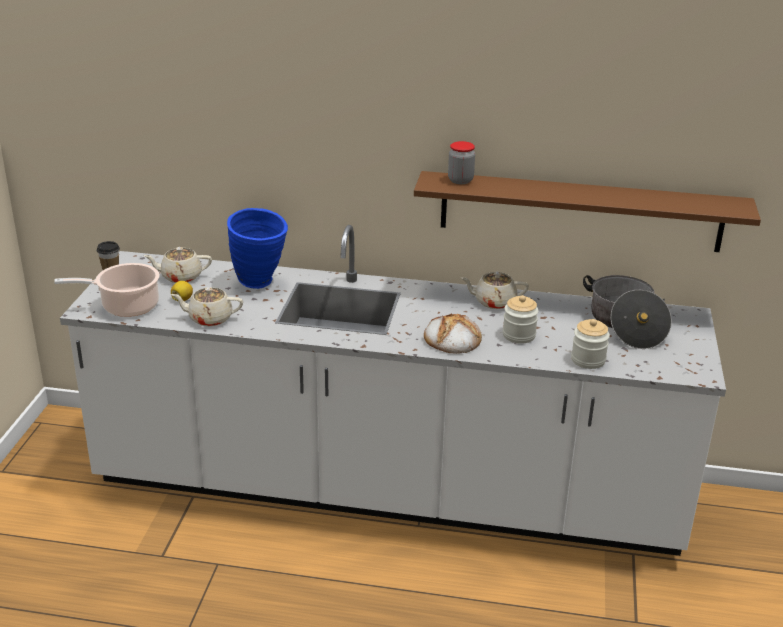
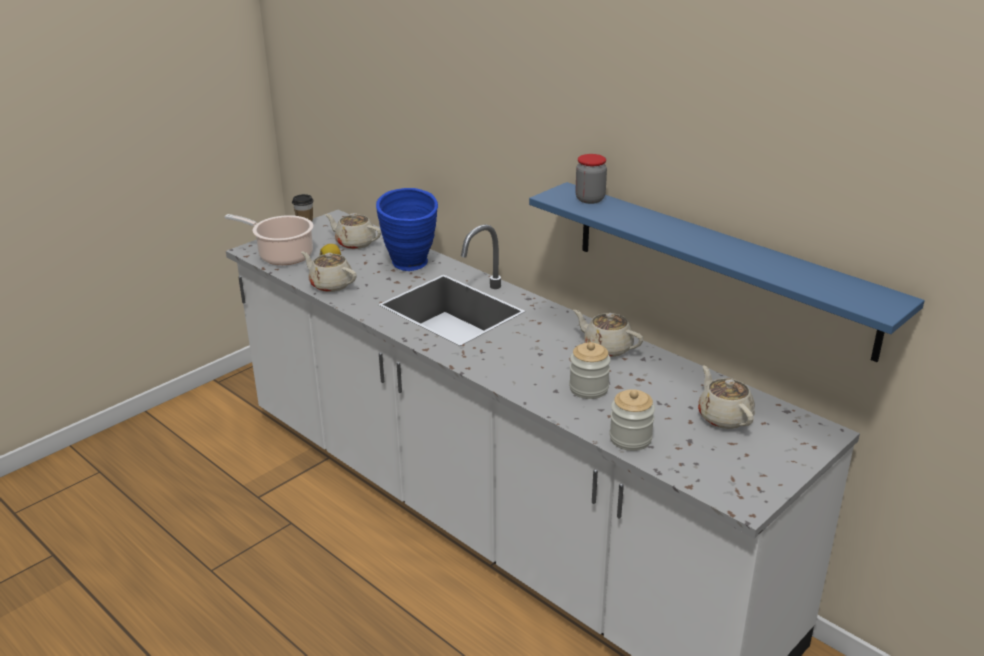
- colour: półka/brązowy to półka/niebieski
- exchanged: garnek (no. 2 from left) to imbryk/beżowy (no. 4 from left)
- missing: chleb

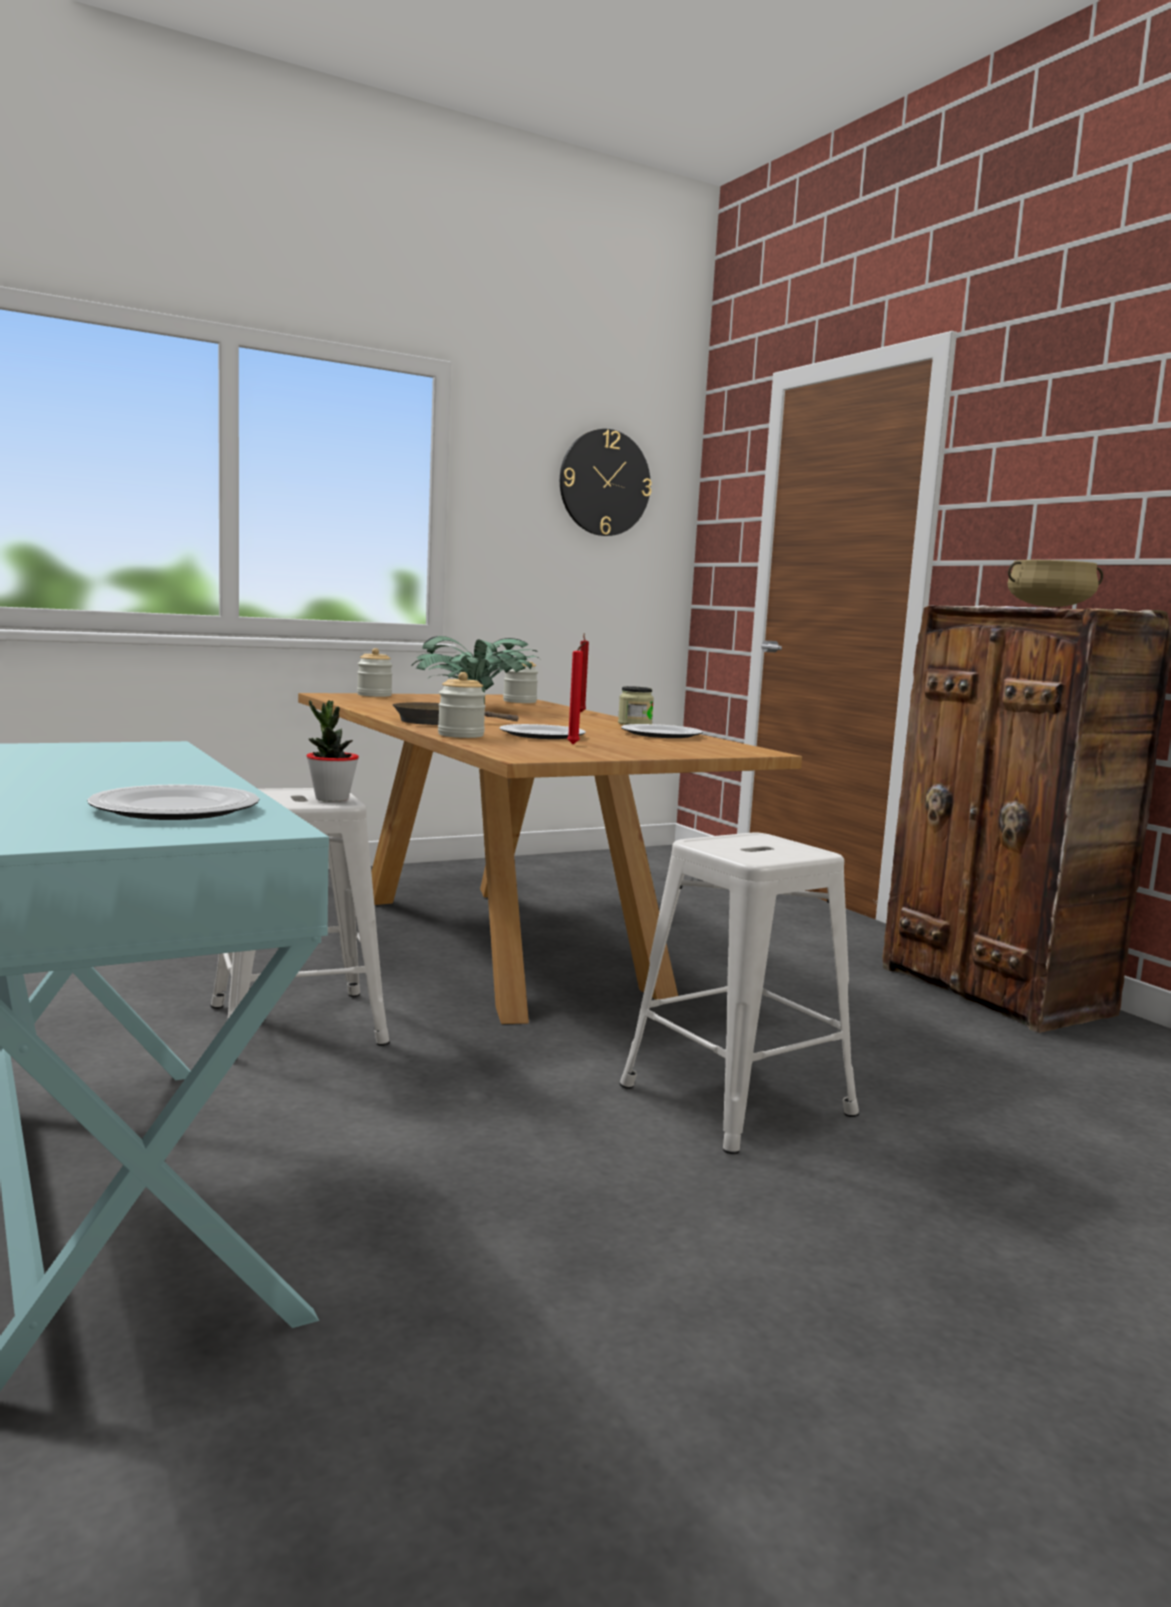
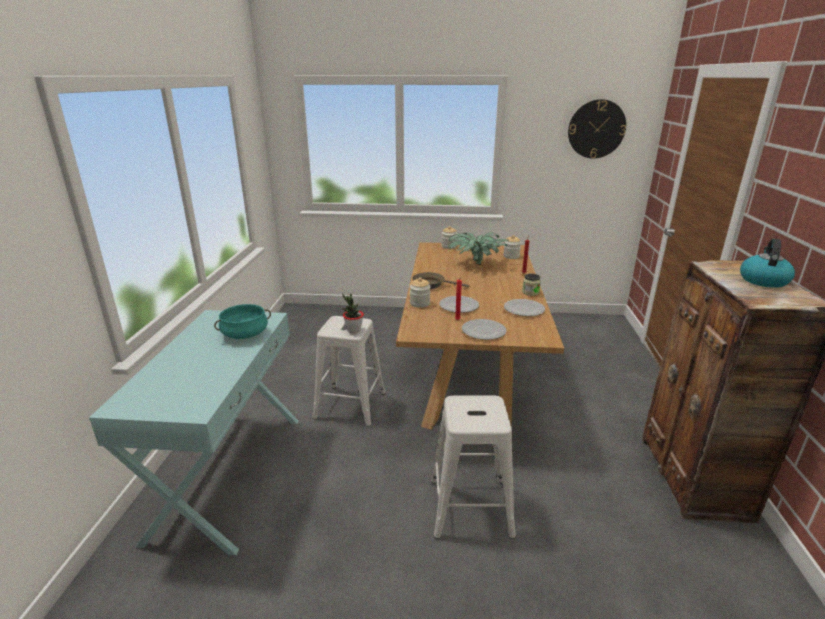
- appeared: garnek/turkusowy
- relocated: talerz (no. 1 from left in the first image) to talerz (no. 2 from left)
- exchanged: garnek/beżowy to czajnik

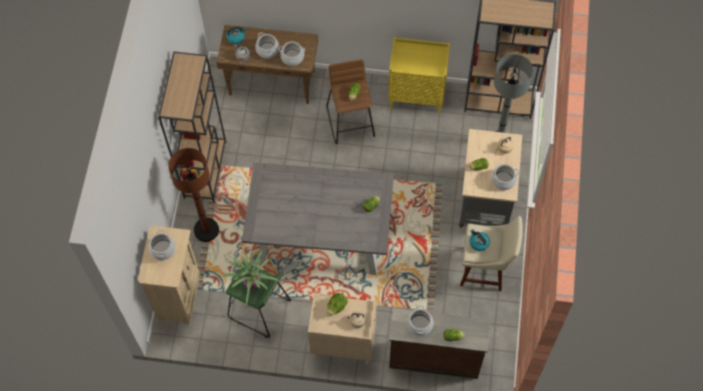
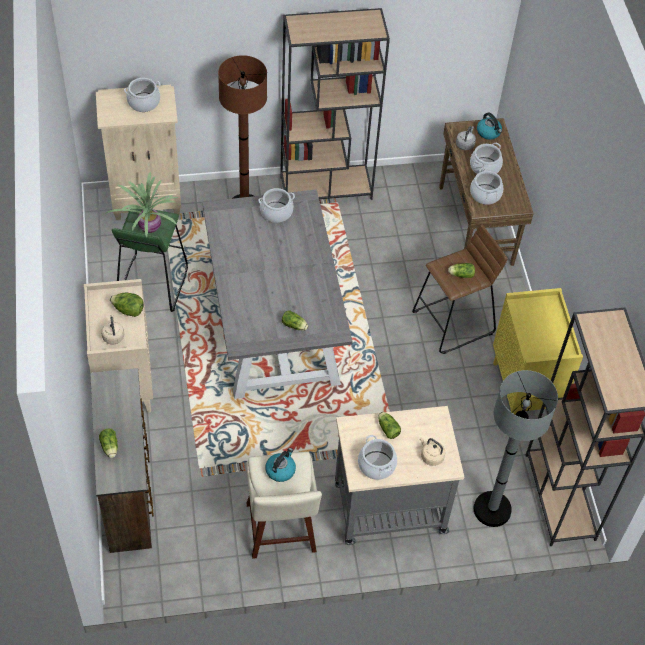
- relocated: garnek (no. 4 from left in the first image) to garnek (no. 2 from left)

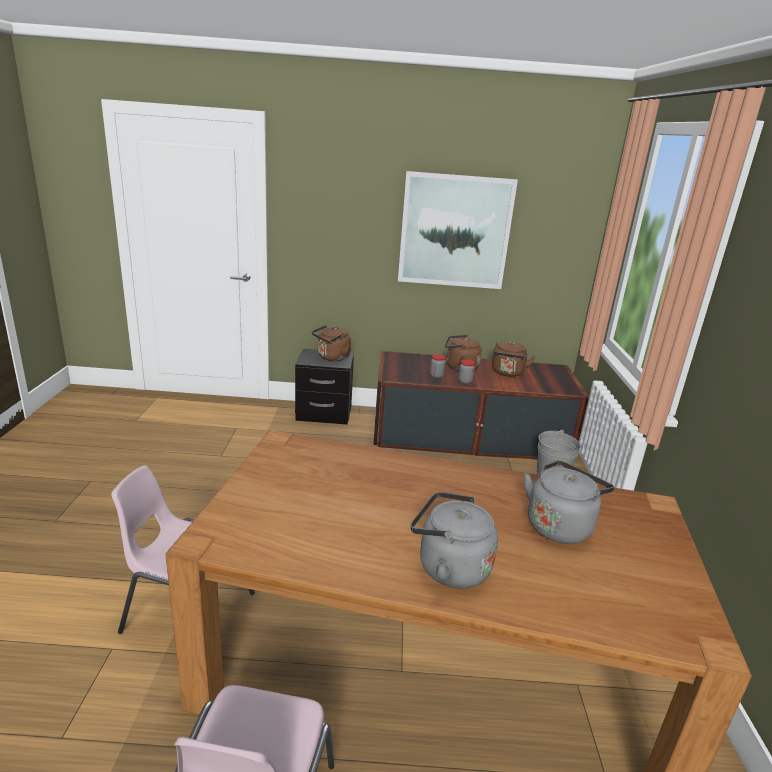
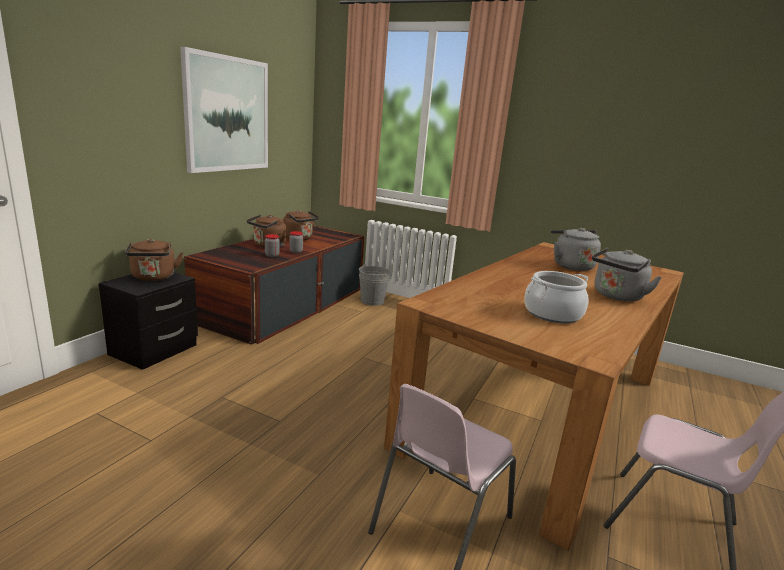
- appeared: garnek

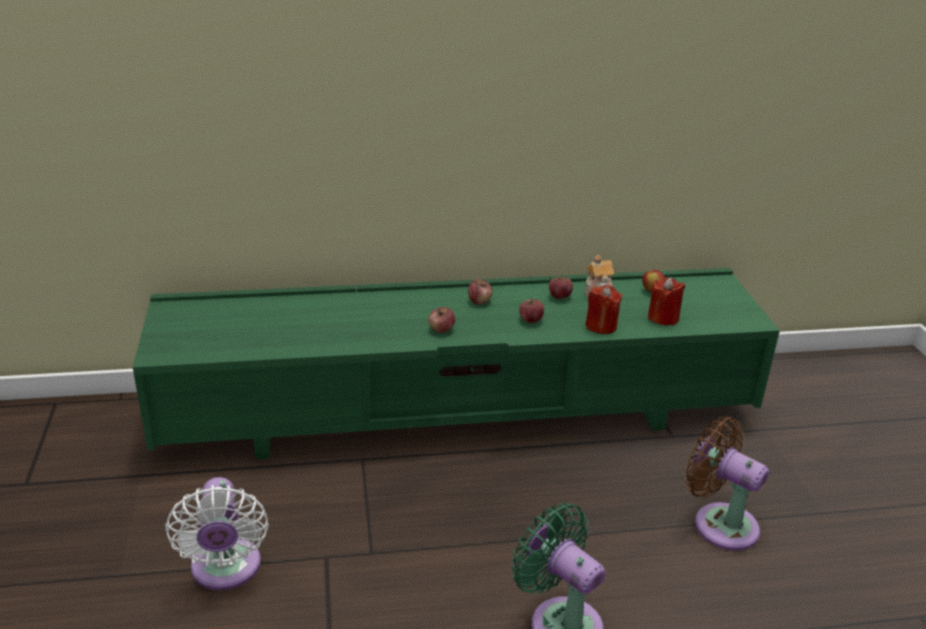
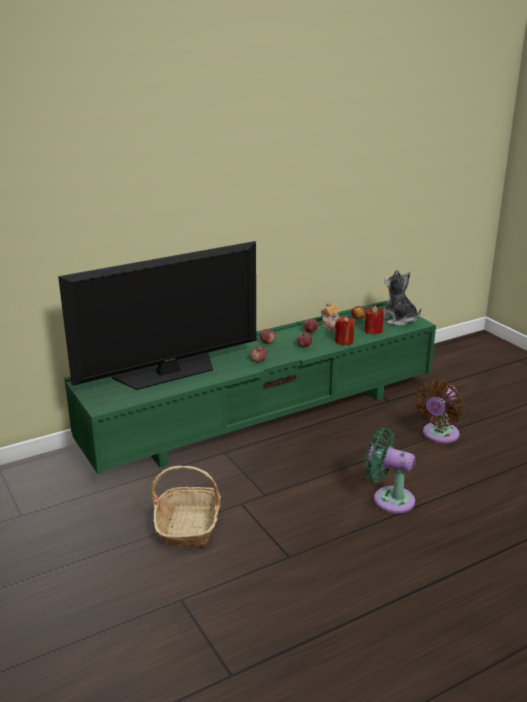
- appeared: telewizor
- exchanged: wentylator/biały to koszyk
- appeared: pluszak
- spun: wentylator/brązowy 75 degrees counterclockwise

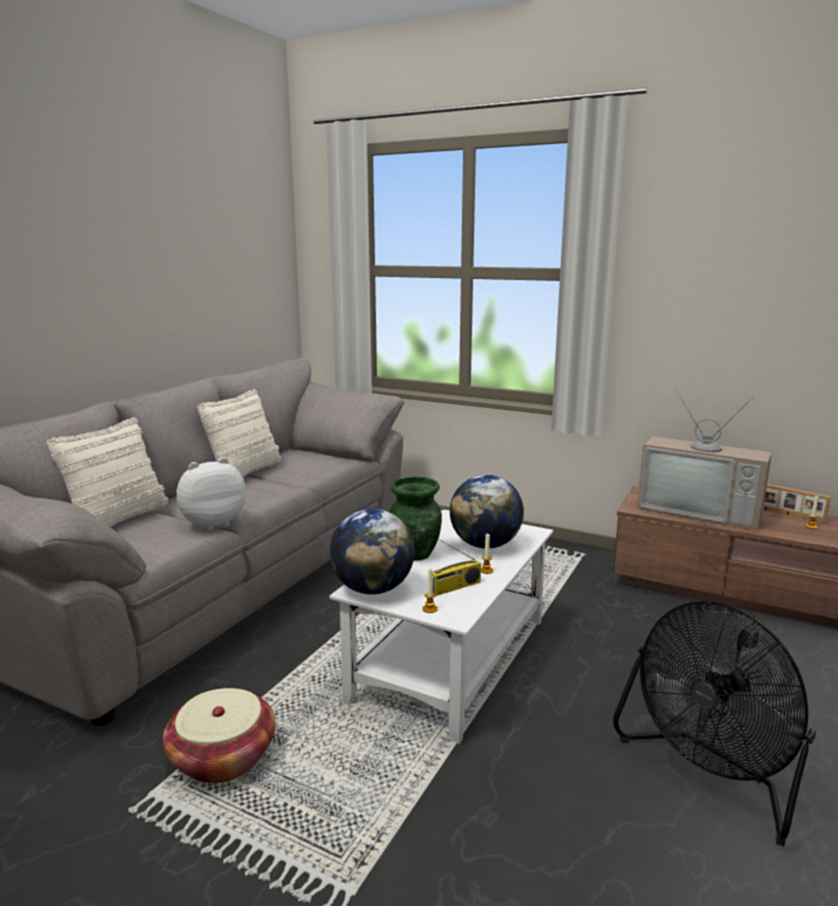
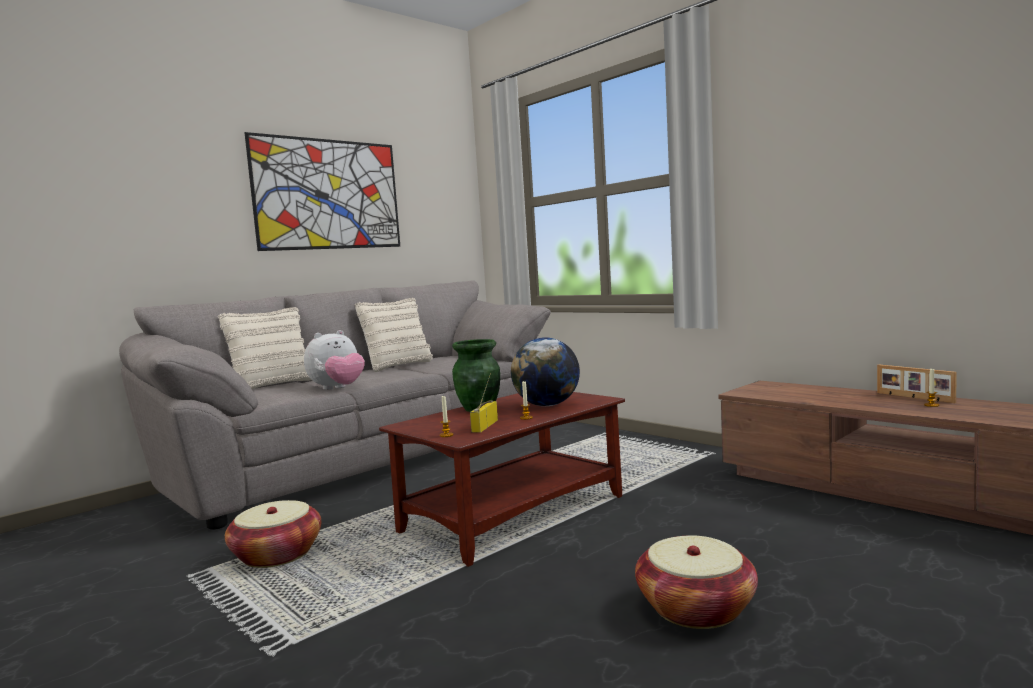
- appeared: obraz
- spun: pluszak 150 degrees clockwise
- colour: ława/biały to ława/brązowy
- spun: radio 120 degrees clockwise
- exchanged: wentylator/czarny to koszyk (no. 2 from left)
- missing: globus (no. 1 from left)
- missing: telewizor

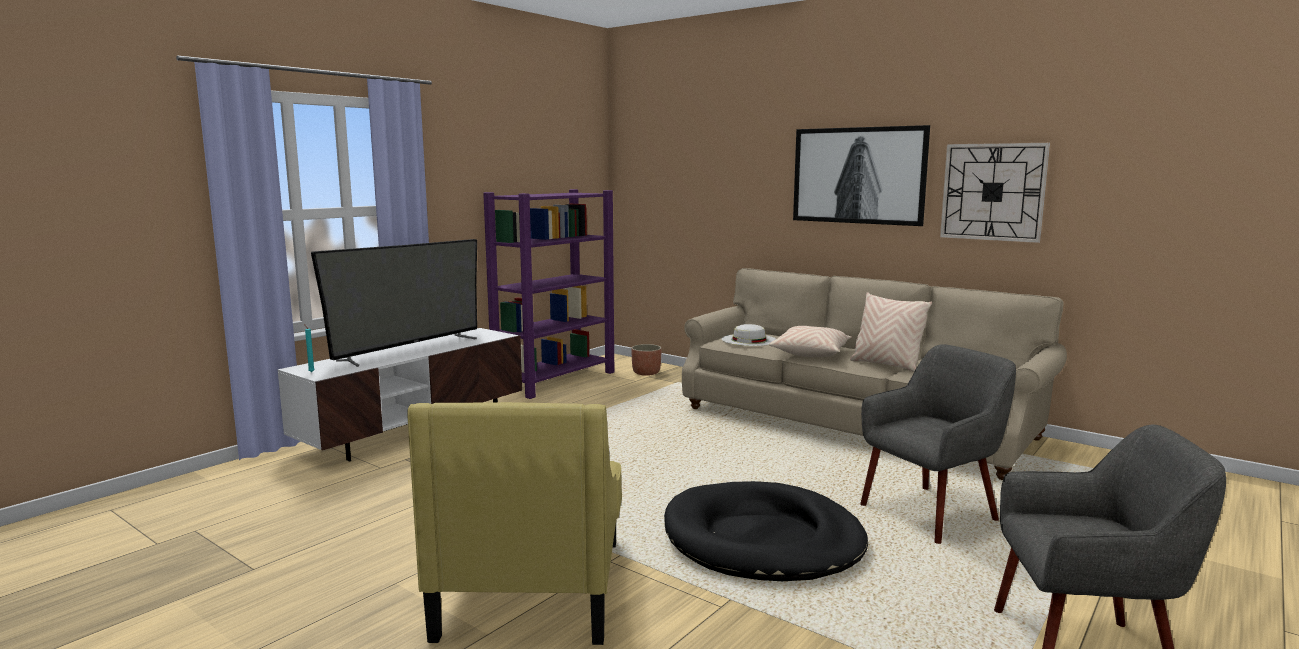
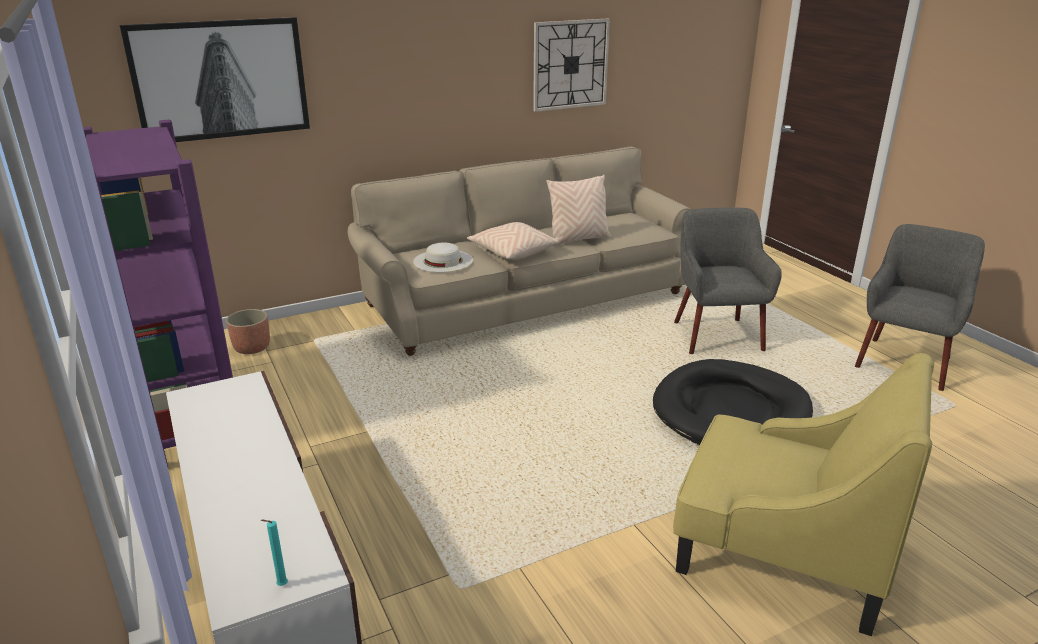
- relocated: obraz
- missing: telewizor

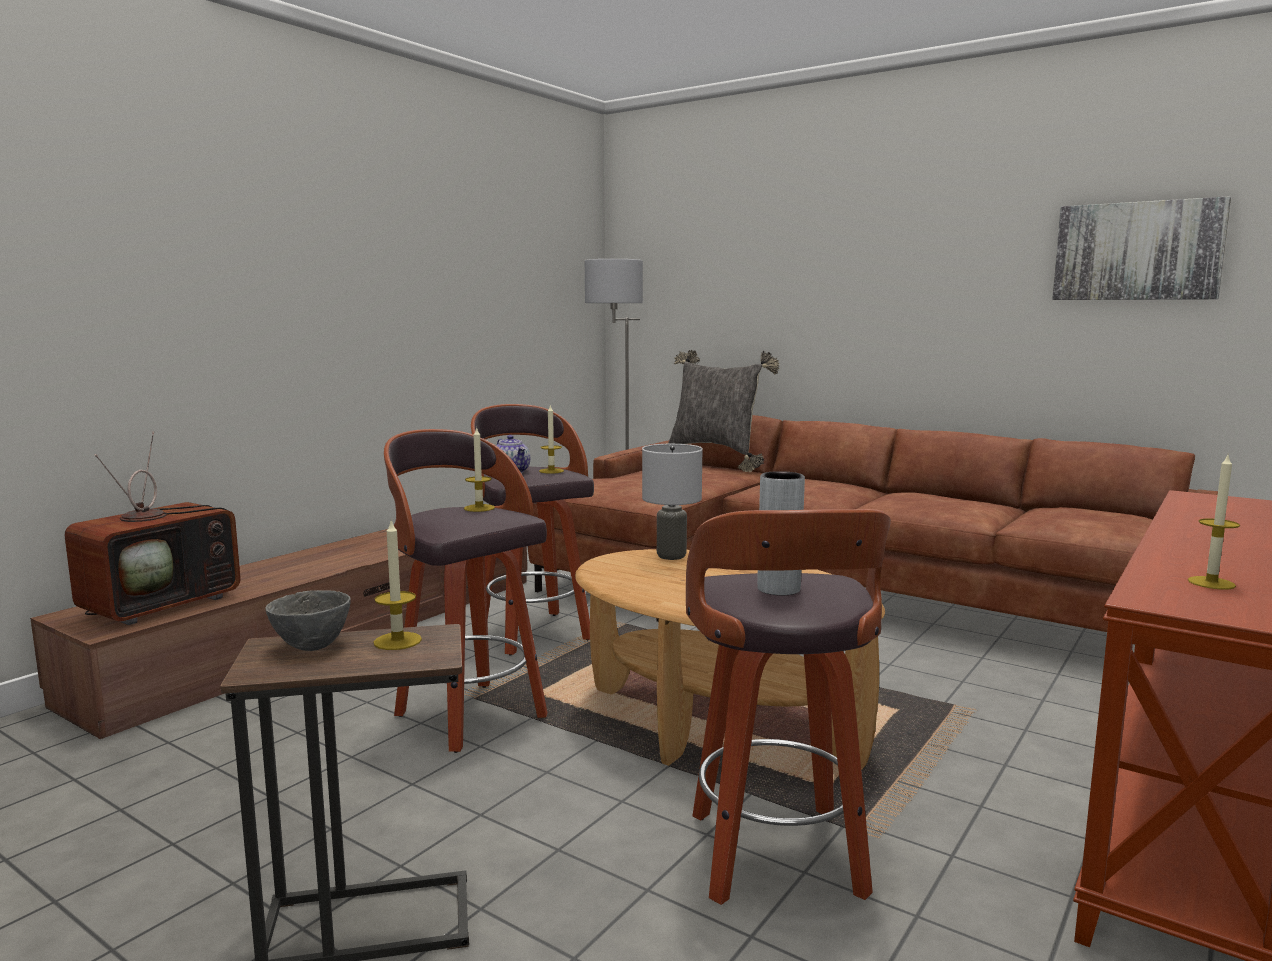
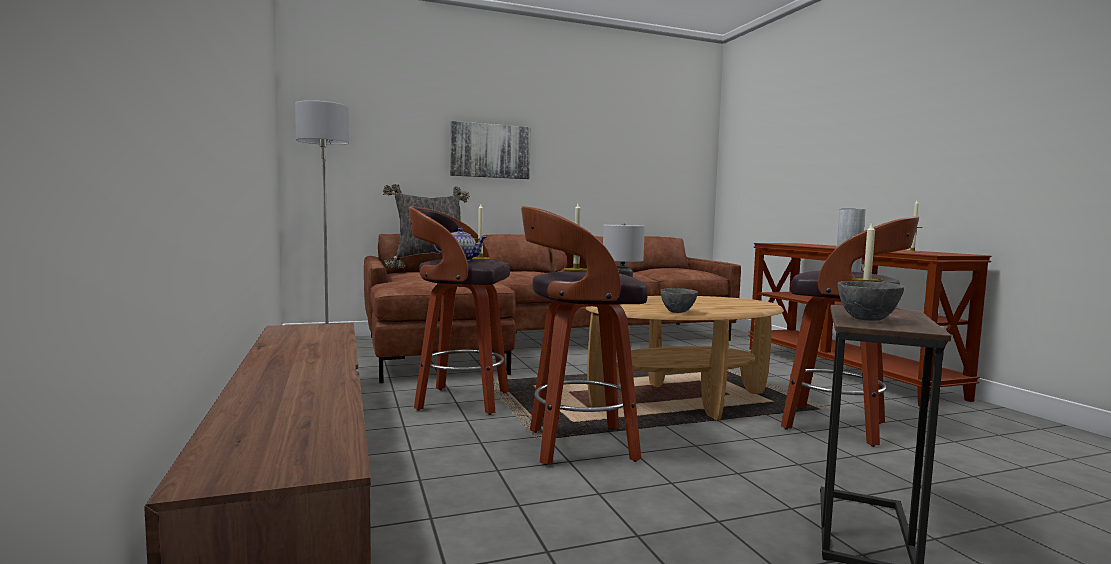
- relocated: obraz
- appeared: miska/szary (no. 1 from left)
- missing: telewizor

